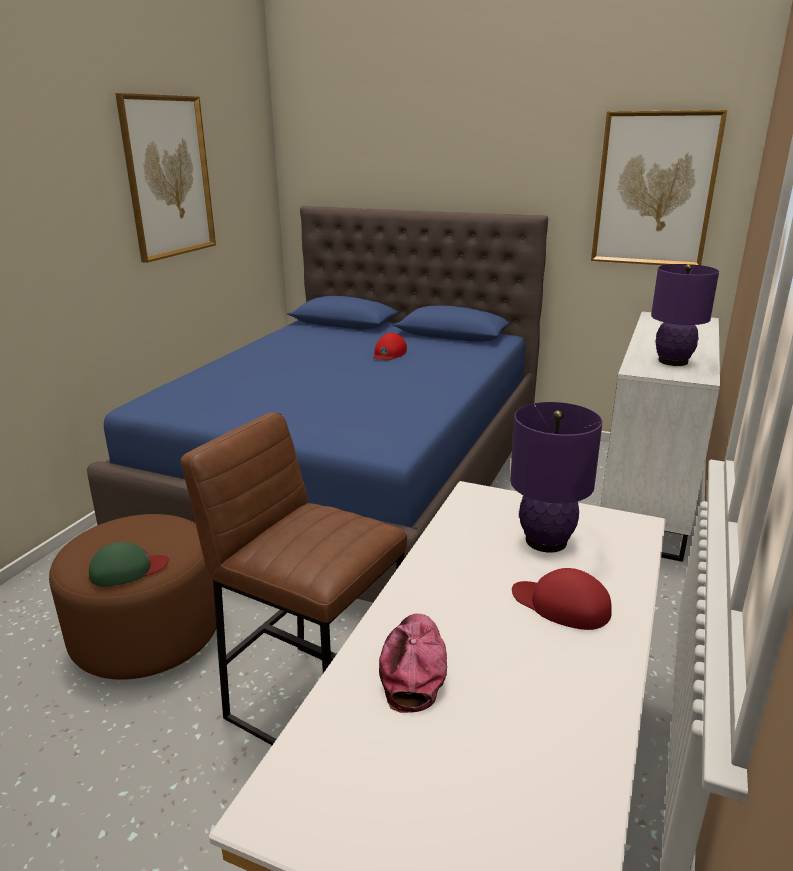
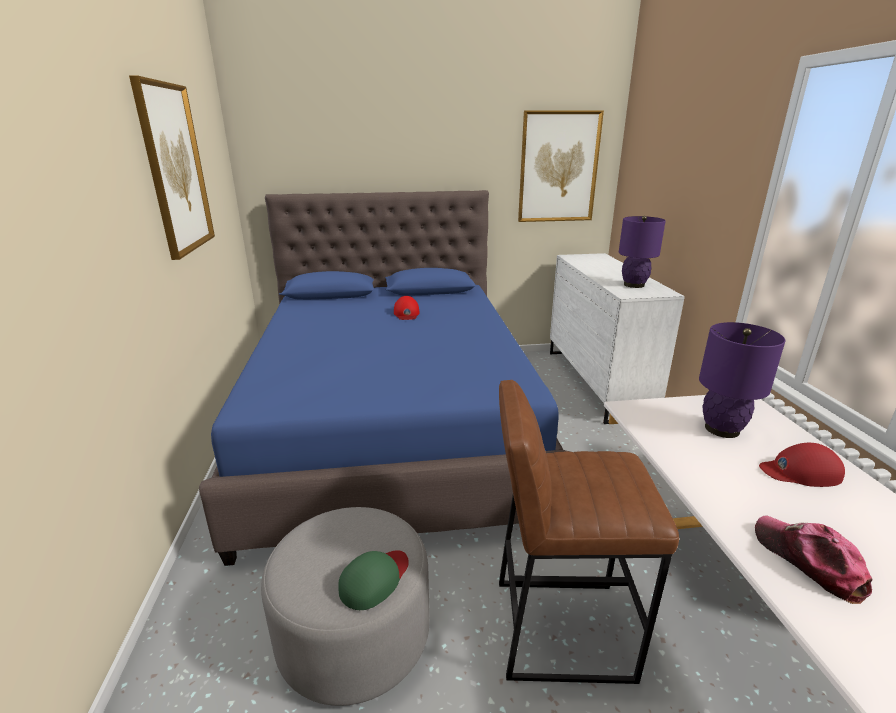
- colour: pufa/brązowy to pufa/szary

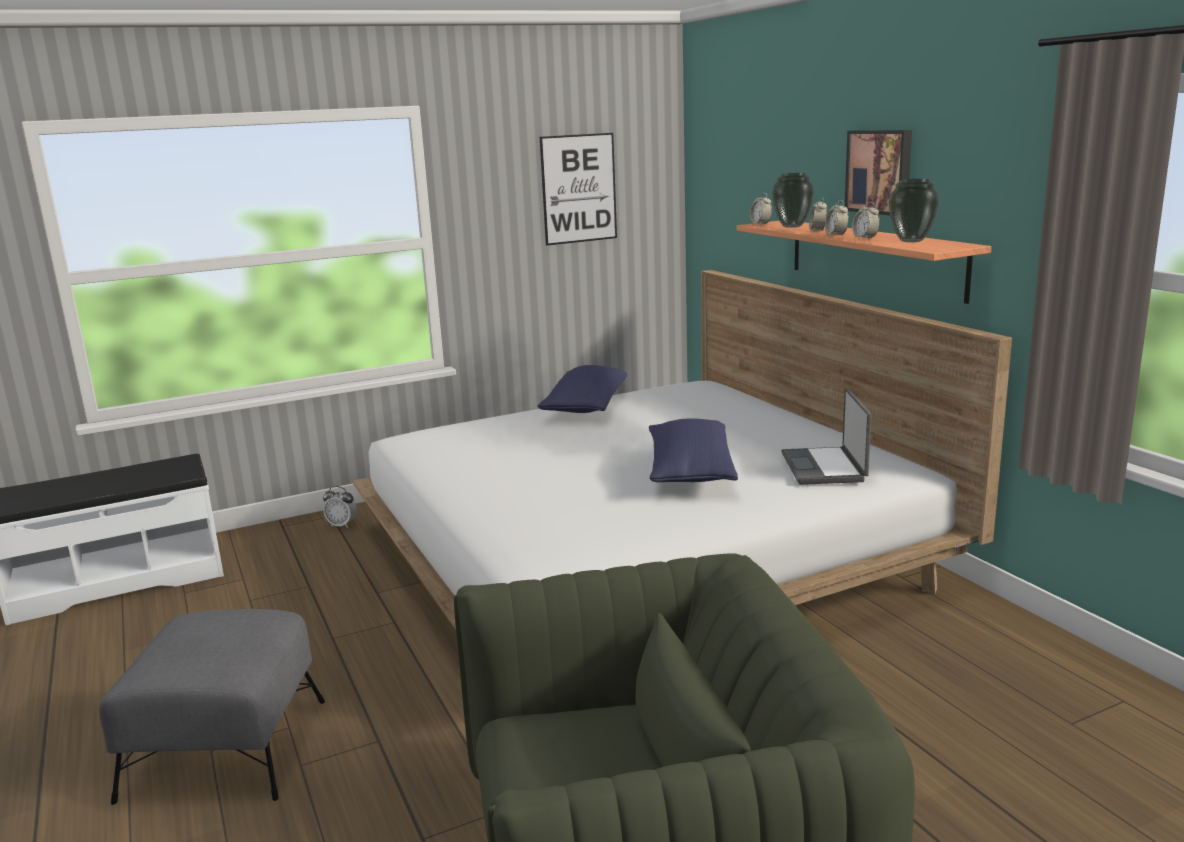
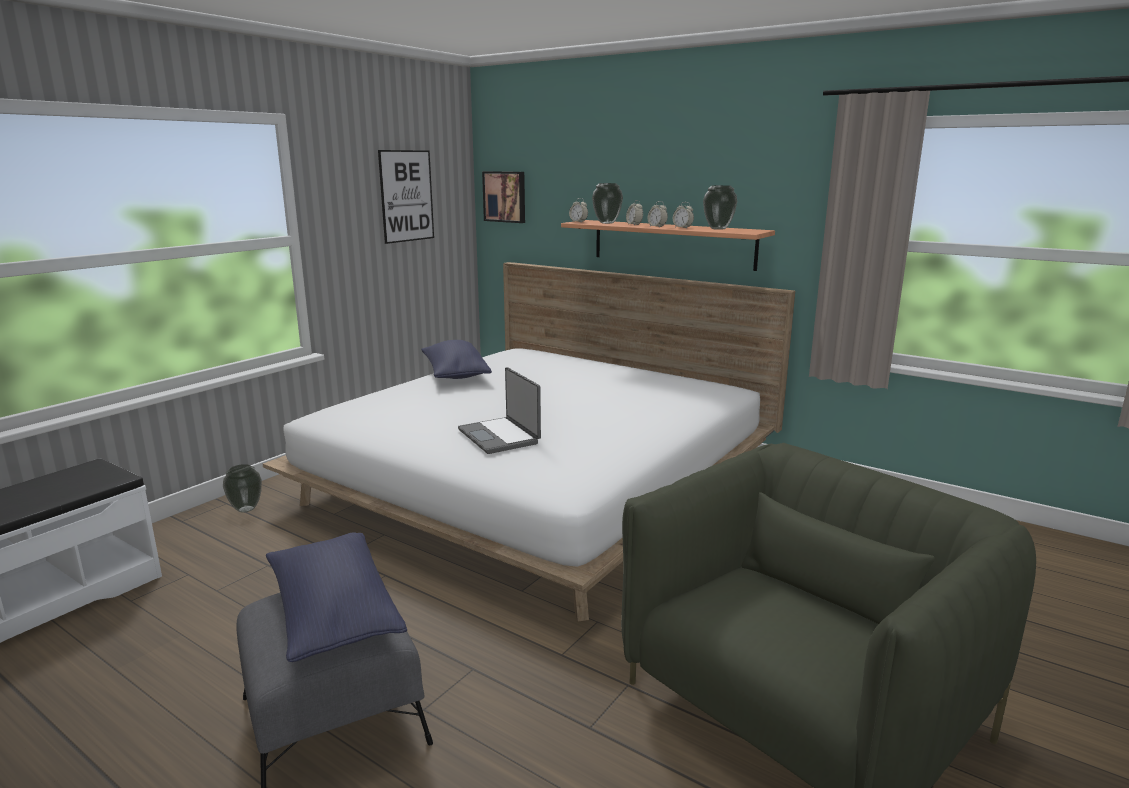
- exchanged: budzik (no. 1 from left) to wazon (no. 1 from left)
- relocated: poduszka/niebieski (no. 2 from left in the first image) to poduszka/niebieski (no. 1 from left)
- relocated: laptop
- relocated: obraz (no. 2 from left)

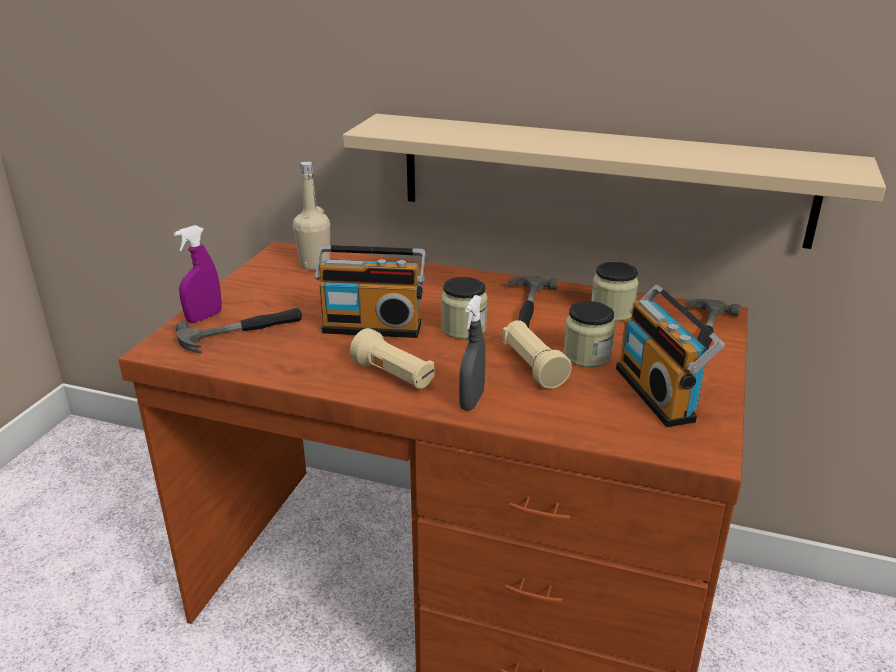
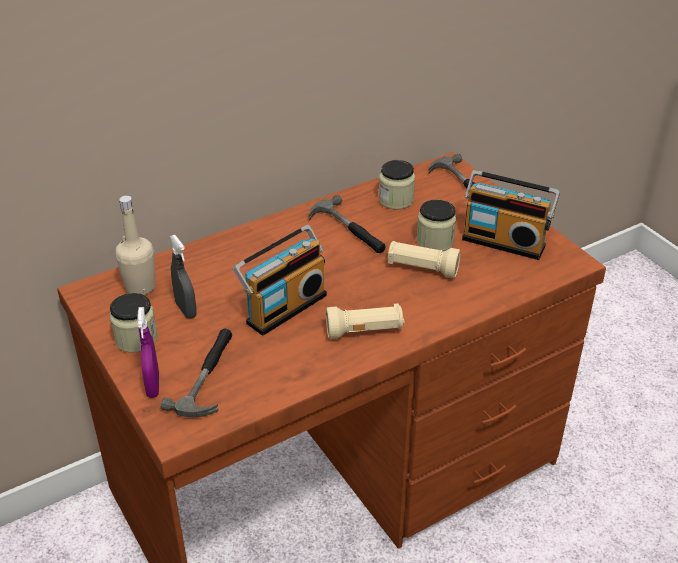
- relocated: słoik (no. 1 from left)
- relocated: spryskiwacz/szary
- missing: półka/beżowy

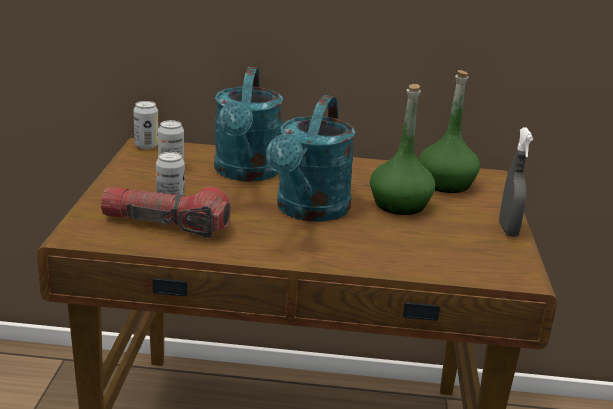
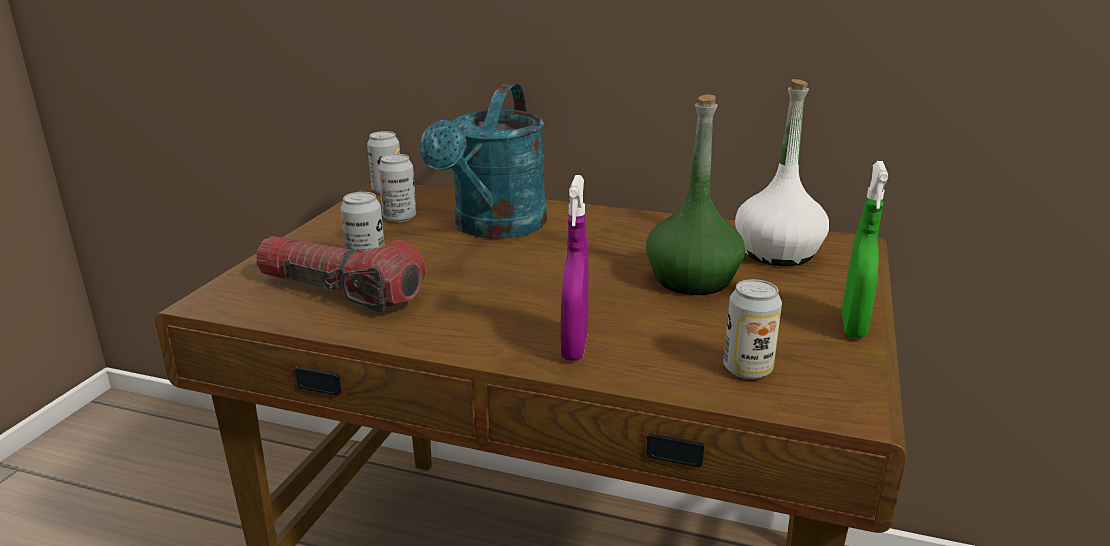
- appeared: spryskiwacz/fioletowy
- appeared: puszka (no. 4 from left)
- colour: butelka/zielony (no. 2 from left) to butelka/biały
- colour: spryskiwacz/szary to spryskiwacz/zielony
- missing: konewka/turkusowy (no. 2 from left)

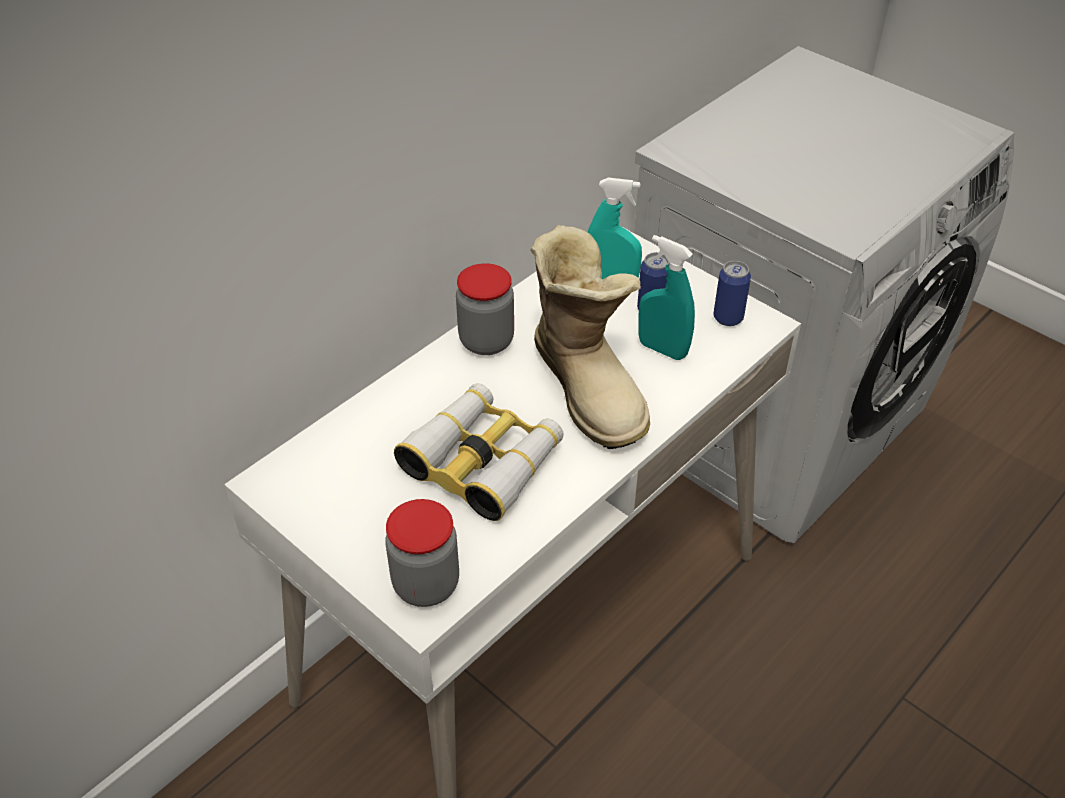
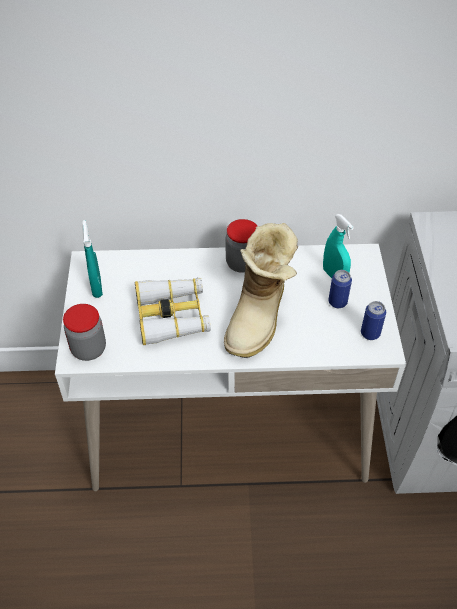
- relocated: spryskiwacz/turkusowy (no. 2 from left in the first image) to spryskiwacz/turkusowy (no. 1 from left)

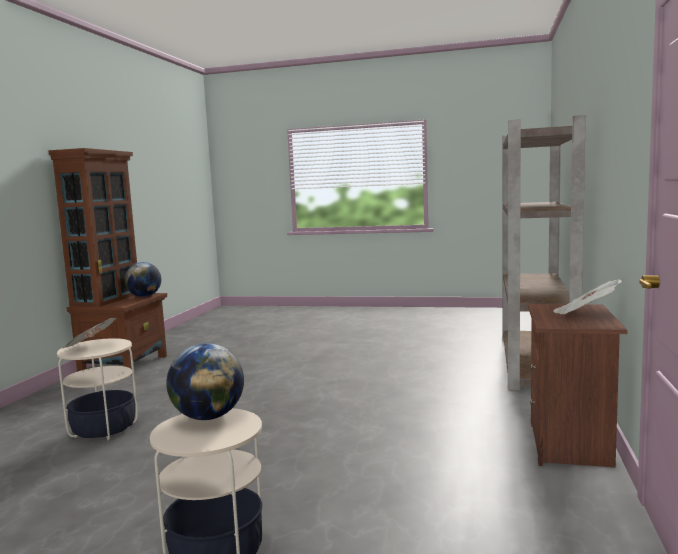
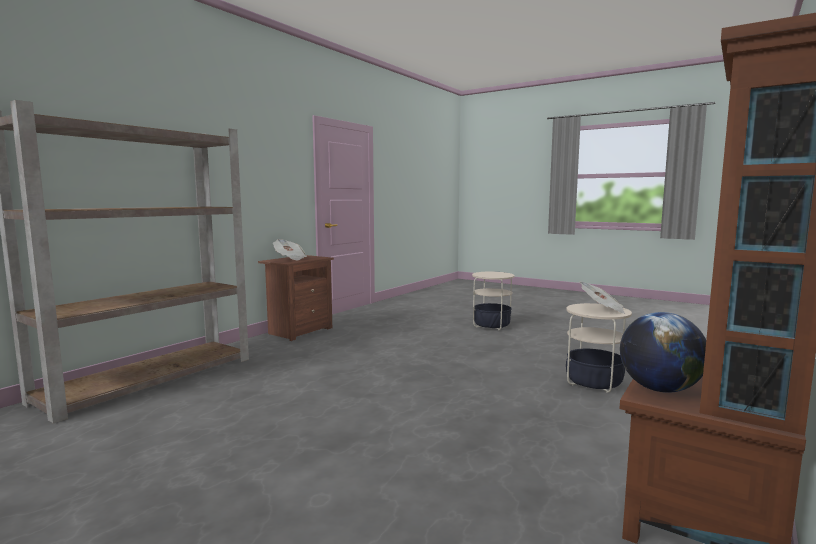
- missing: globus (no. 2 from left)

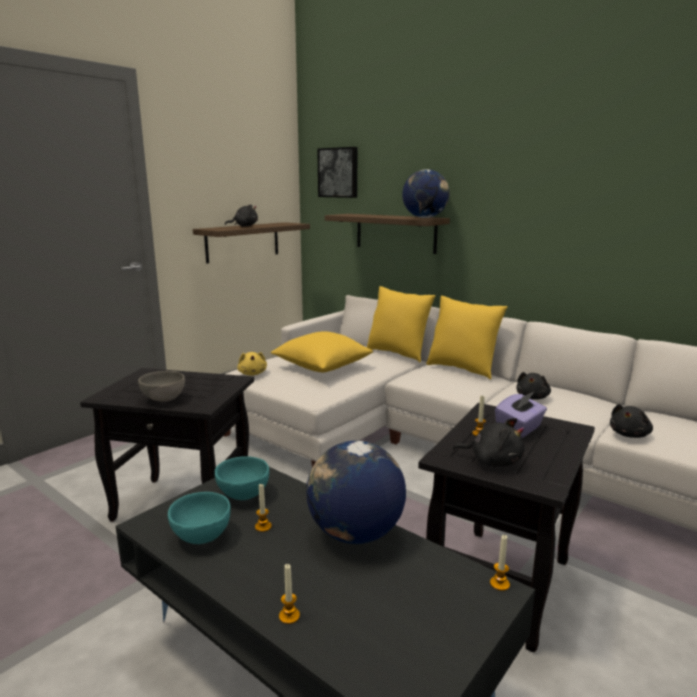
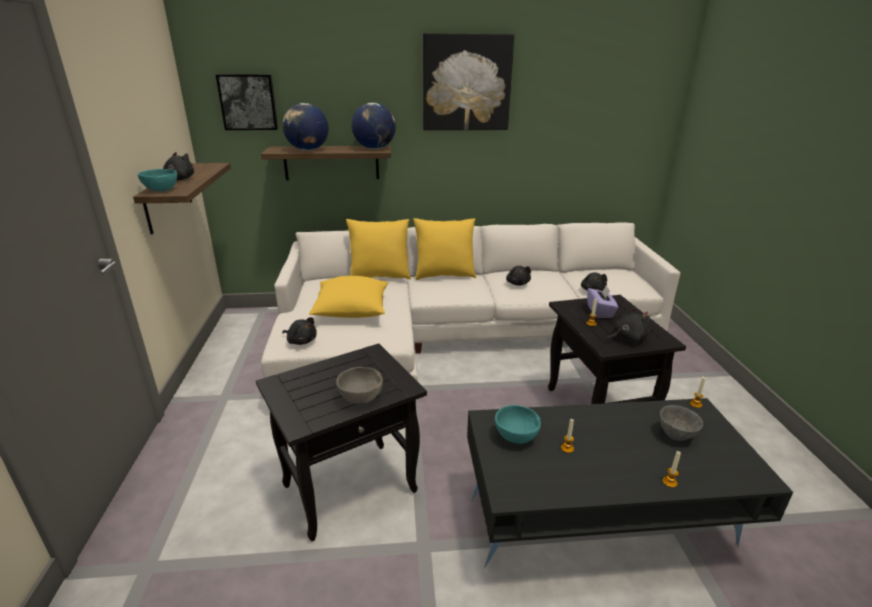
- relocated: miska/turkusowy (no. 1 from left)
- relocated: globus (no. 1 from left)
- colour: pluszak/żółty to pluszak/czarny (no. 2 from left)
- appeared: obraz (no. 2 from left)
- appeared: miska/szary (no. 2 from left)

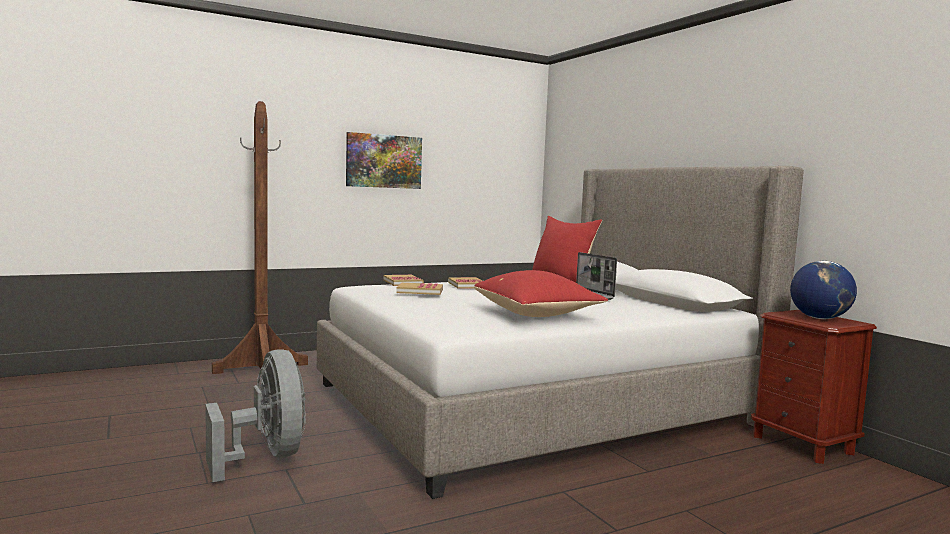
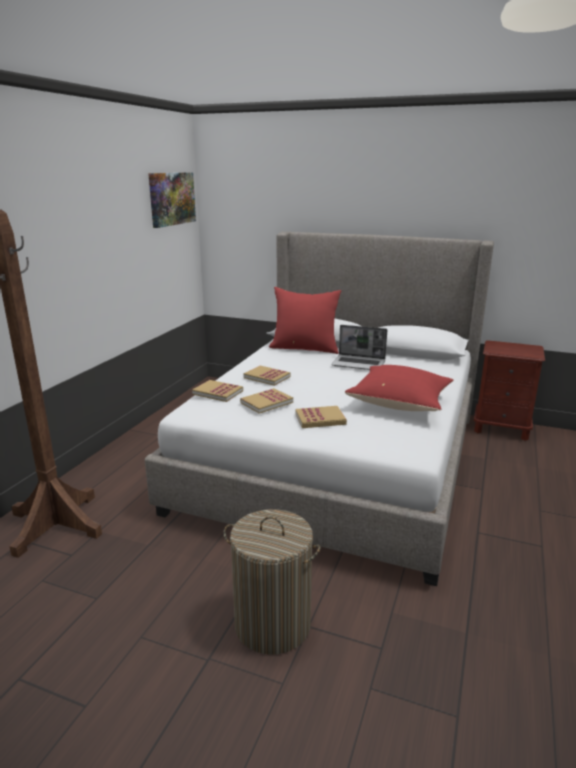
- relocated: obraz
- exchanged: wentylator/szary to kosz na pranie
- appeared: książka (no. 4 from left)
- missing: globus

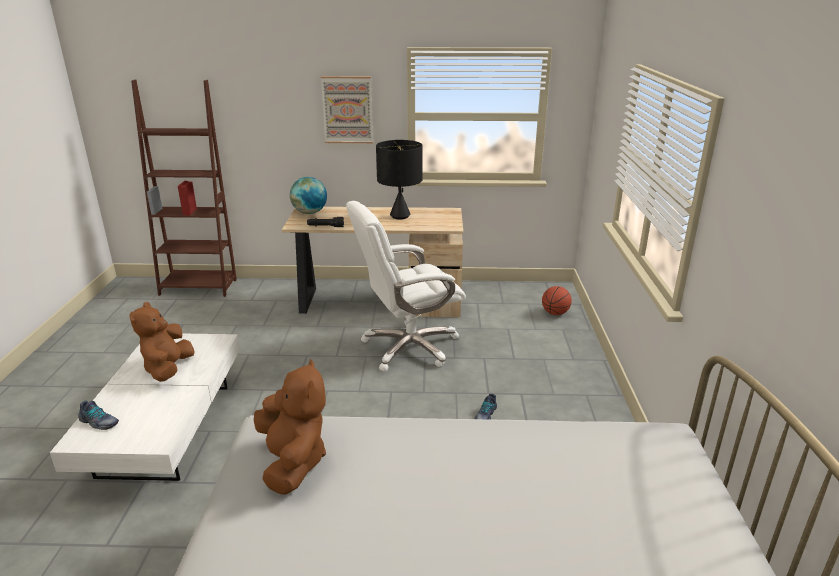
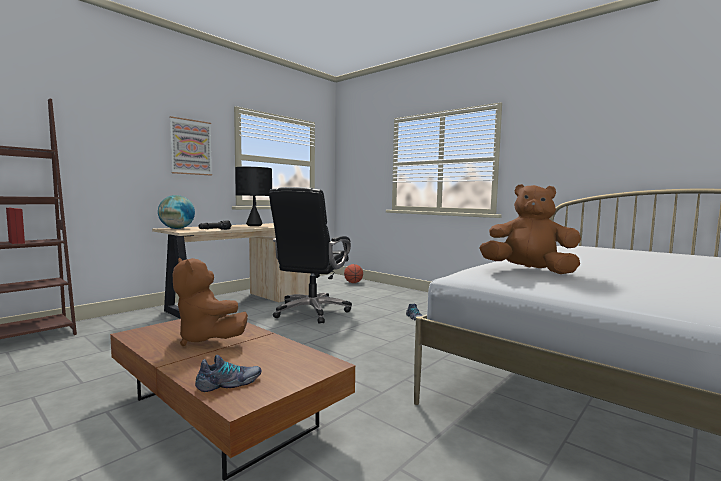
- colour: ława/biały to ława/brązowy
- colour: krzesło biurowe/biały to krzesło biurowe/czarny

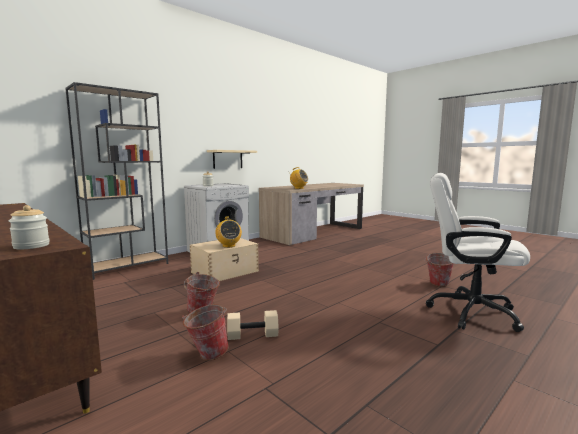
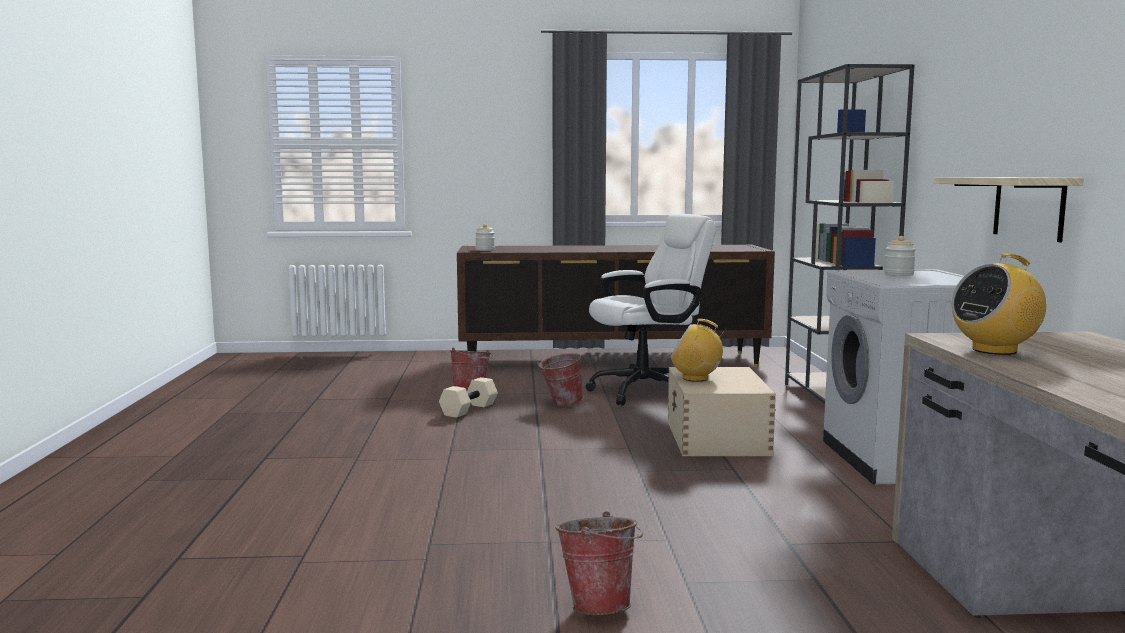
- relocated: wiadro (no. 3 from left)
- relocated: krzesło biurowe/biały

